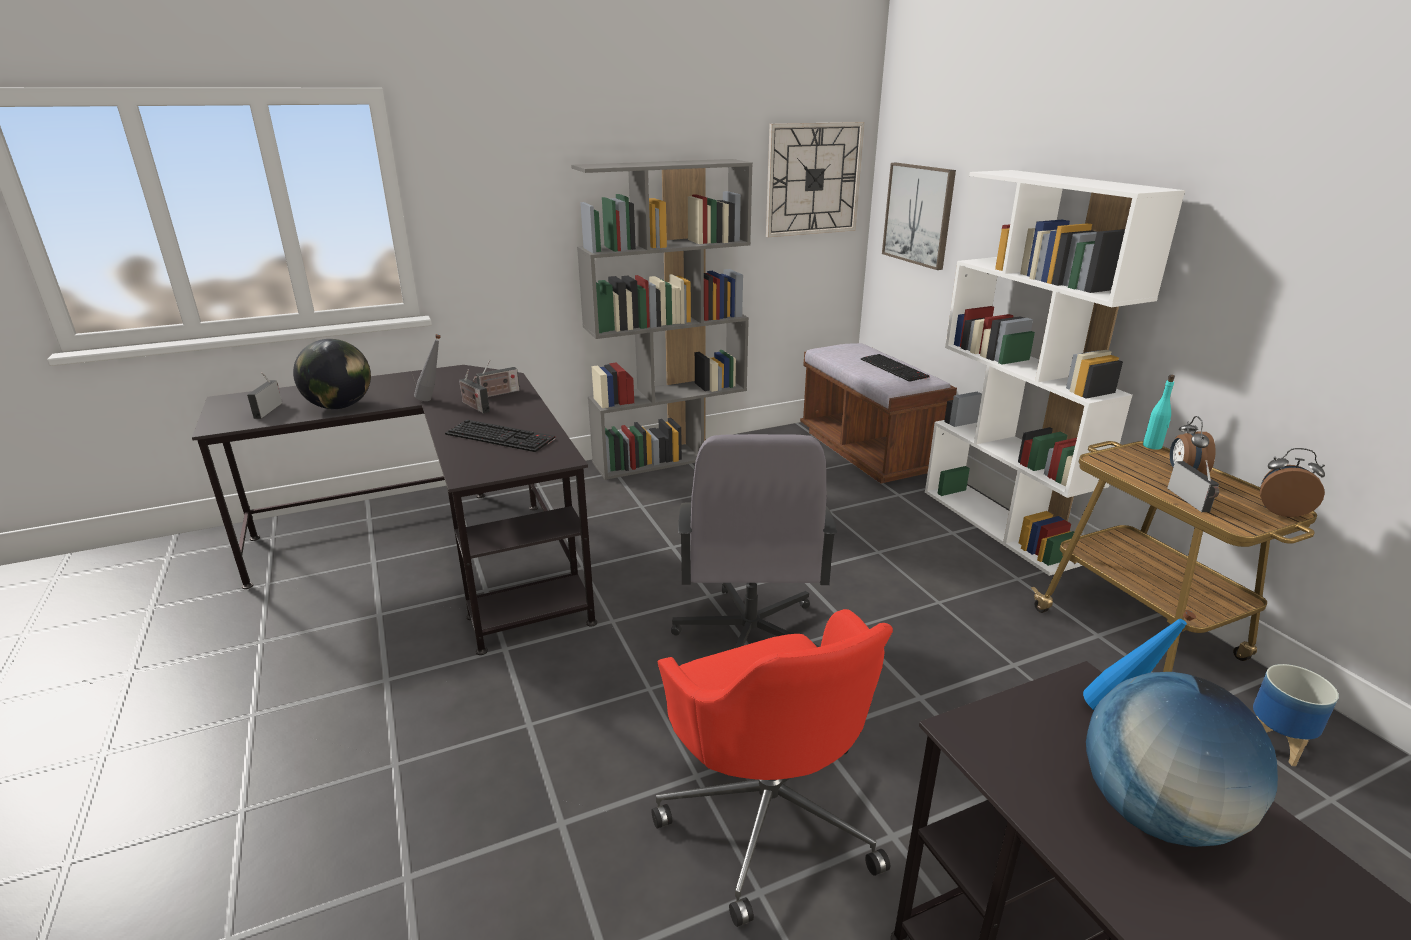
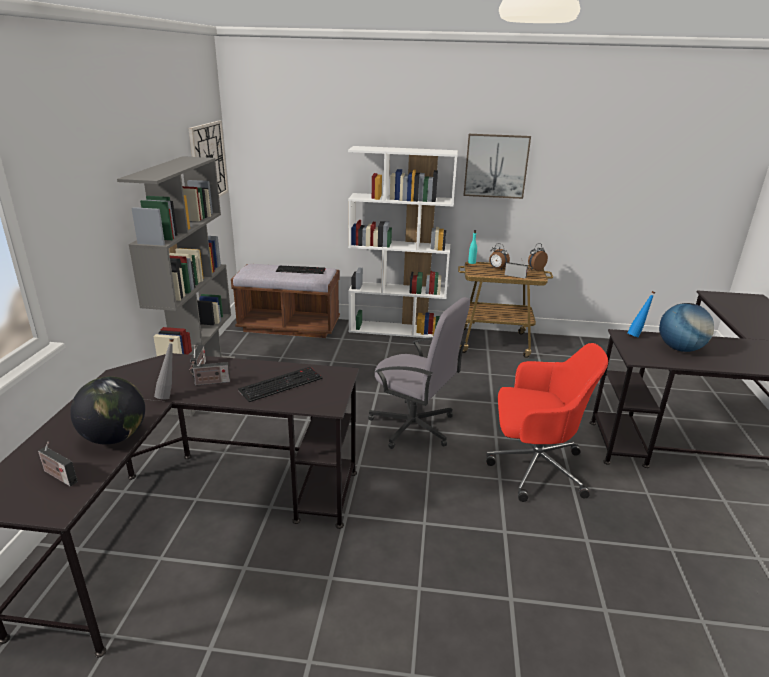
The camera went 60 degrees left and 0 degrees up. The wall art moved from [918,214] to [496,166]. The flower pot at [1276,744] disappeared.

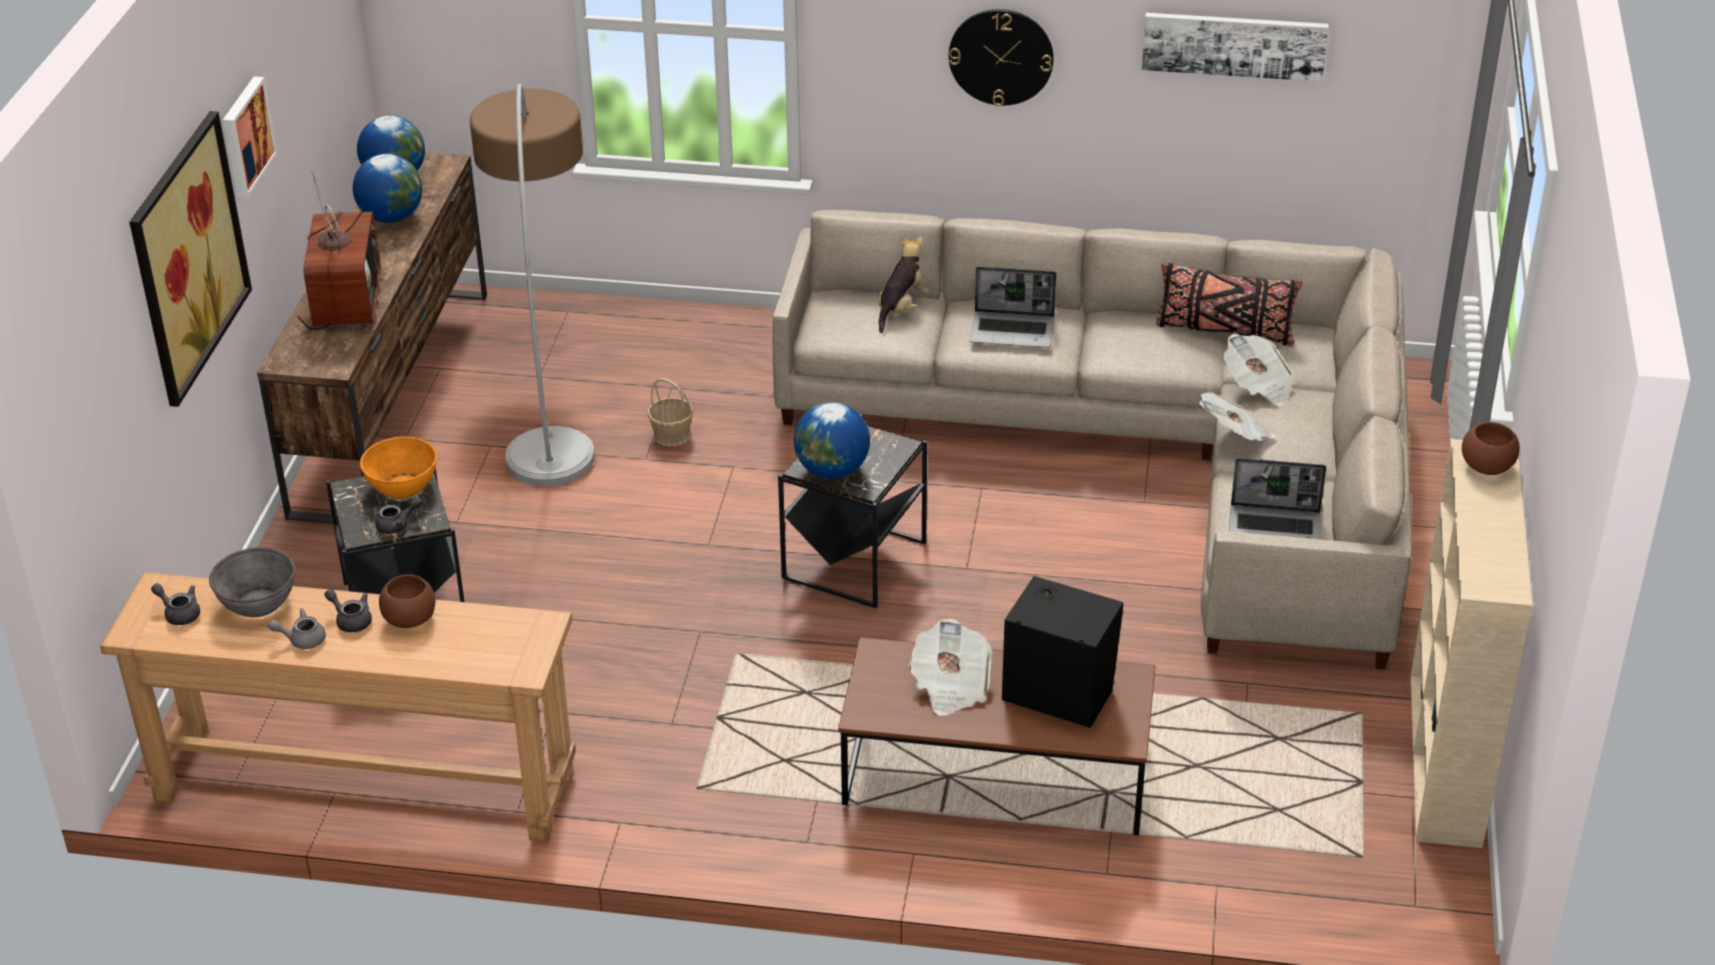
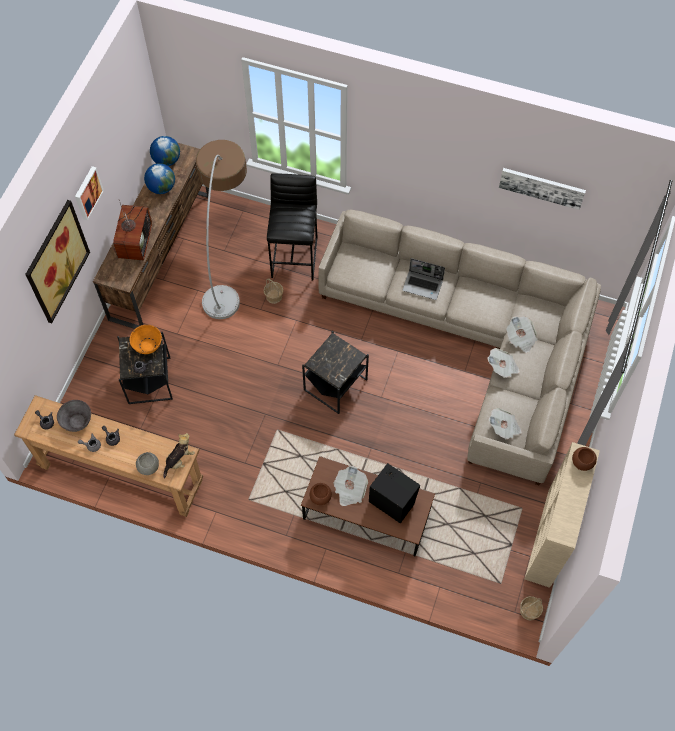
The camera went 10 degrees right and 25 degrees up. The serving bowl (brown-coloured) moved from [409,619] to [320,497]. The desk globe at [832,470] disappeared. The soft toy moved from [901,309] to [179,460]. The wall clock at [1001,56] disappeared. The pillow (black) at [1224,330] disappeared. The notebook computer at [1275,529] was replaced by the newspaper at [504,428]. The serving bowl (gray) at [148,467] appeared. The sitting stool (black) at [295,257] appeared. The household basket at [529,611] appeared.

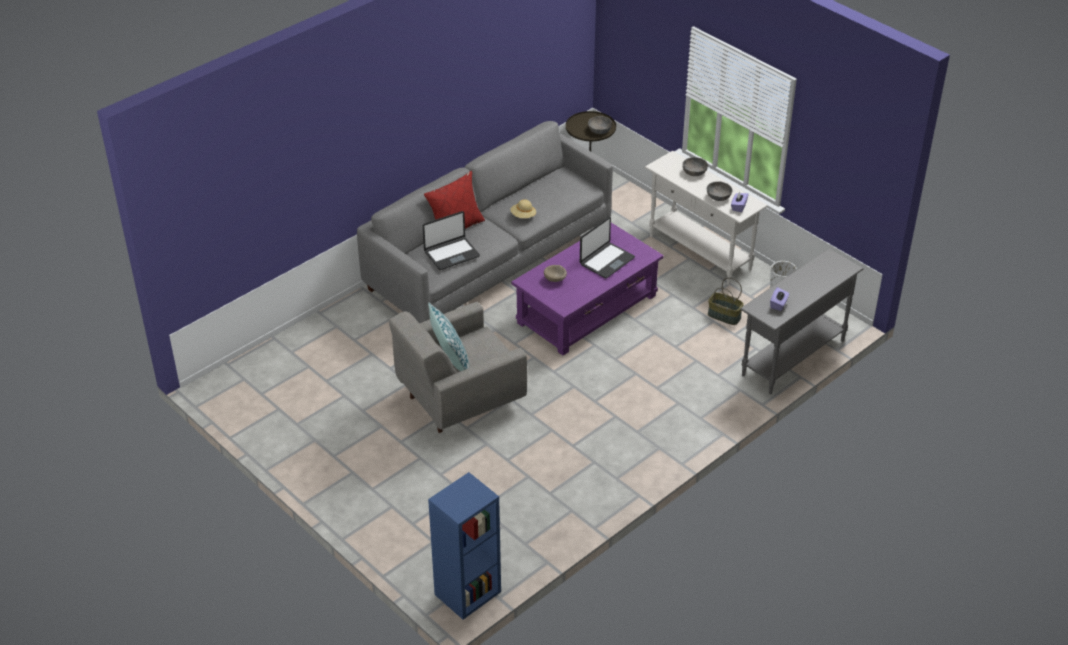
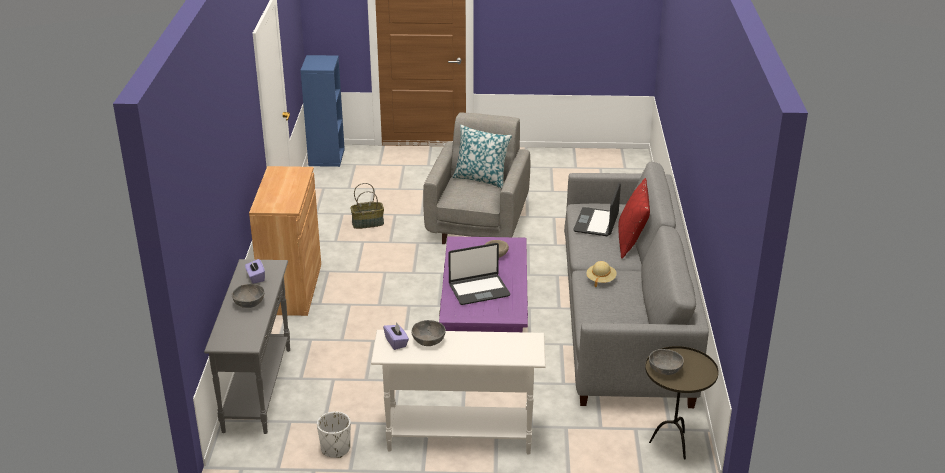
The camera went 135 degrees right and 10 degrees down. The notebook computer at [606,261] turned 105 degrees counterclockwise. The serving bowl (gray) moved from [694,172] to [249,303]. The household basket moved from [723,316] to [368,223]. The storage cabinet (brown-coloured) at [292,289] appeared.

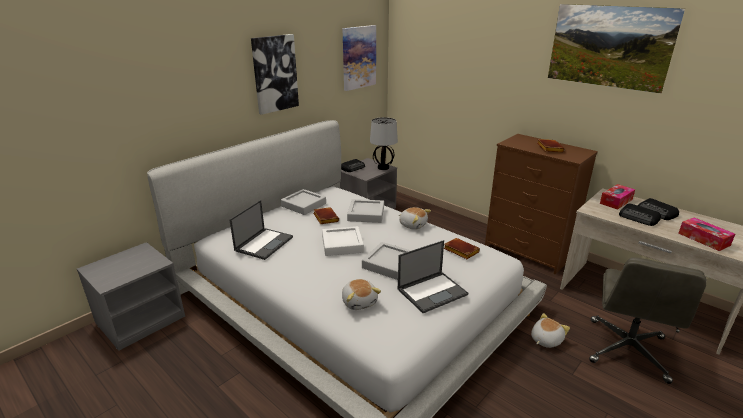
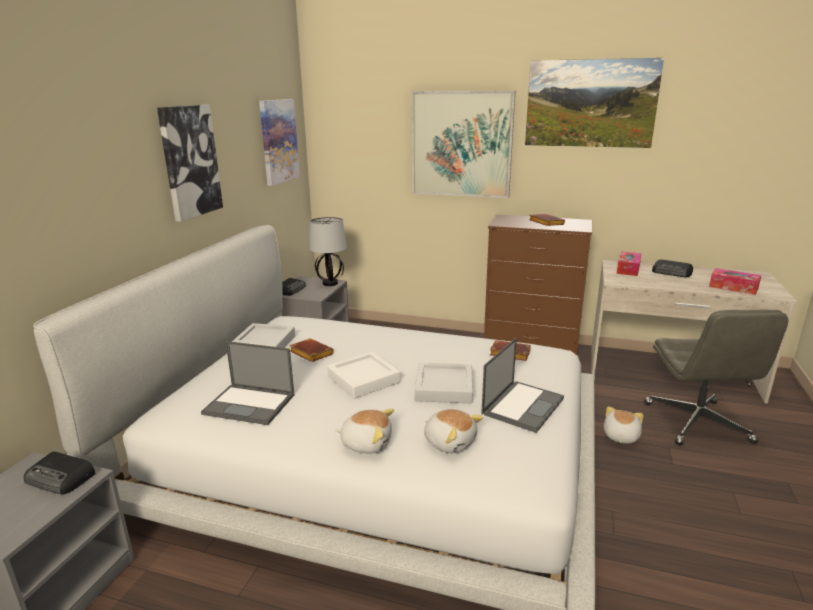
The camera went 25 degrees left and 5 degrees down. The notebook computer at [264,243] turned 105 degrees clockwise. The tray (gray) at [366,214] disappeared. The soft toy moved from [413,225] to [366,443]. The radio set moved from [639,218] to [61,478]. The wall art at [461,144] appeared.

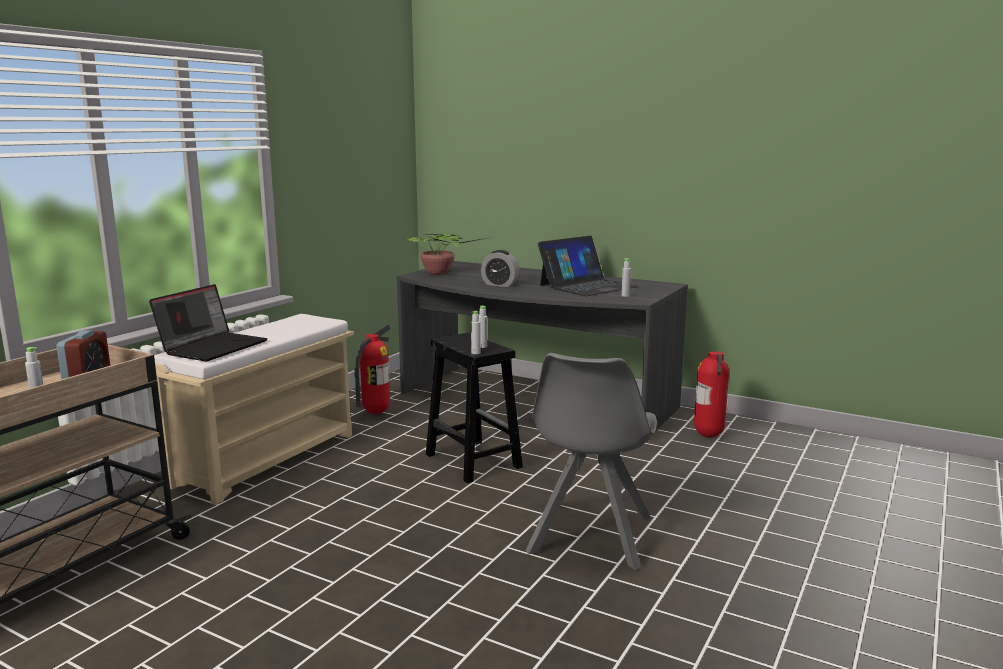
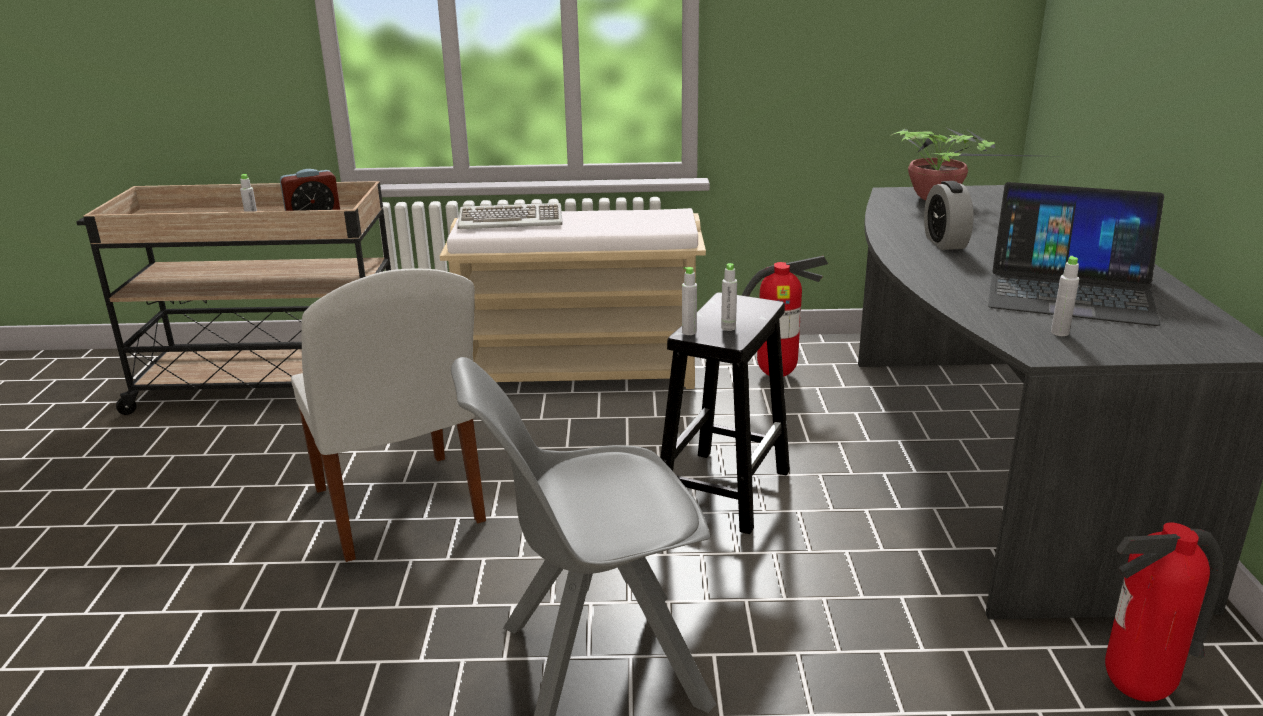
The camera went 60 degrees right and 10 degrees up. The notebook computer at [213,347] was replaced by the PC keyboard at [511,221]. The chair (white) at [399,508] appeared.

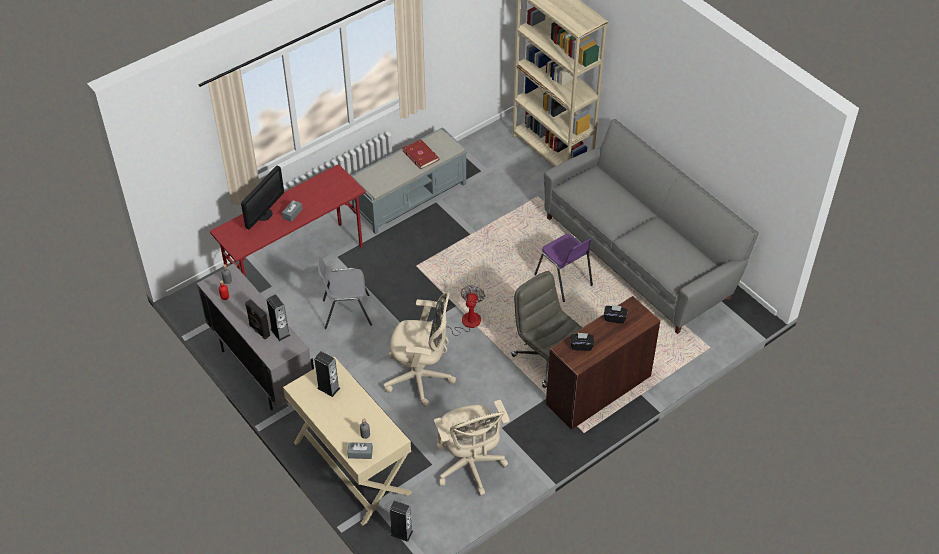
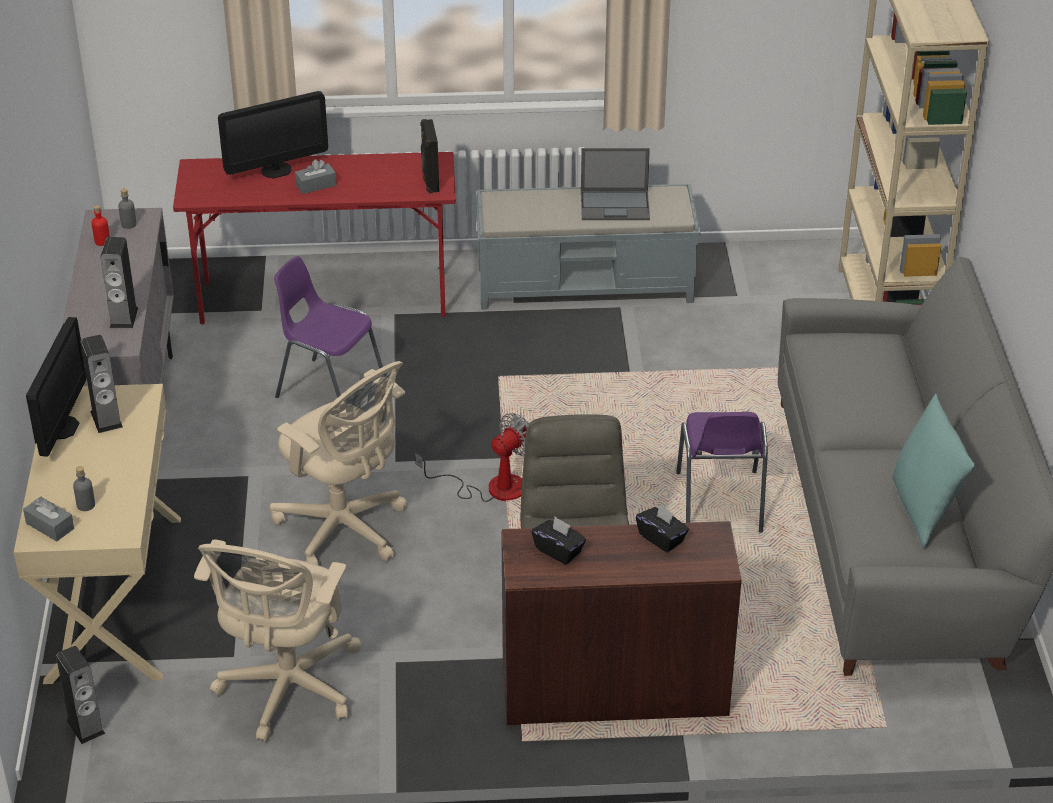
The camera went 35 degrees right and 10 degrees down. The loudspeaker (black) moved from [259,331] to [429,181]. The chair (gray) at [346,312] became the chair (purple-coloured) at [330,390]. The book (red-coloured) at [421,155] was replaced by the notebook computer at [616,205]. The monitor at [62,427] appeared. The pillow (turquoise-coloured) at [923,510] appeared.

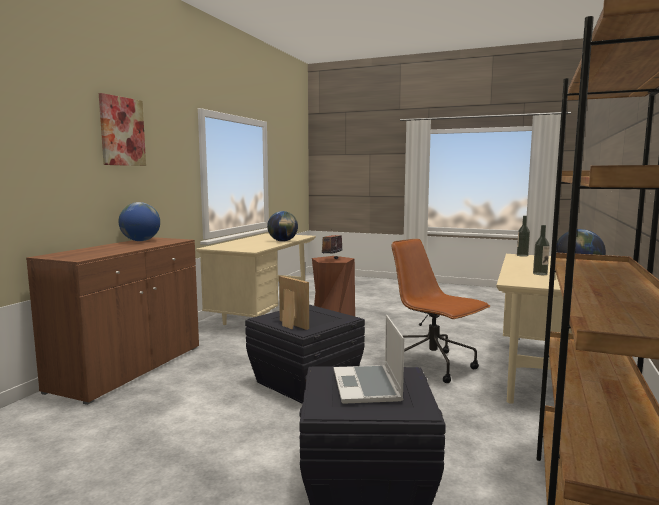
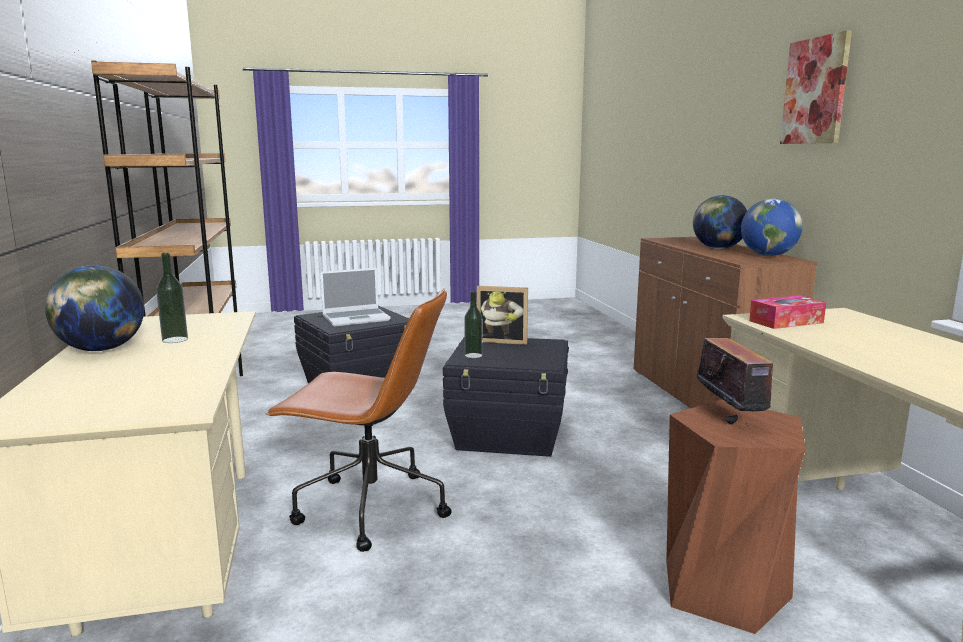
The camera went 145 degrees right and 5 degrees up. The desk globe moved from [283,241] to [717,248]. The notebook computer at [368,386] turned 105 degrees clockwise. The beverage bottle moved from [522,255] to [473,355]. The tissue box at [786,322] appeared.

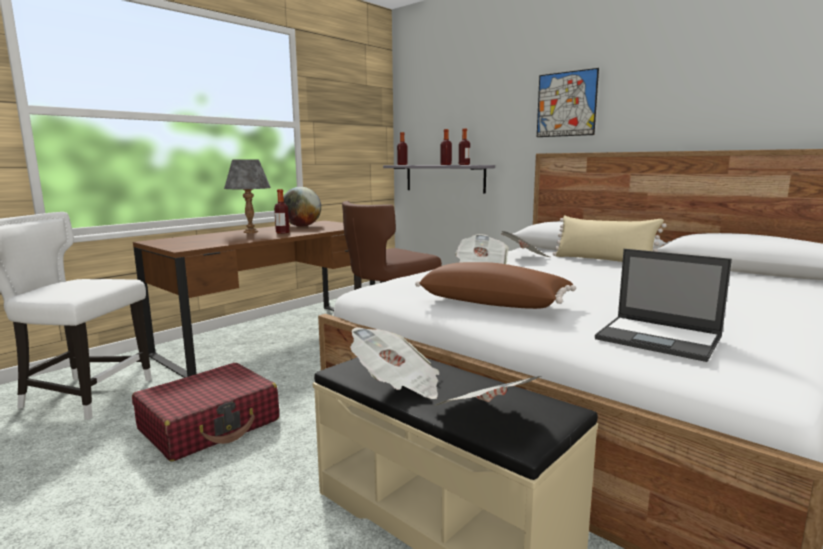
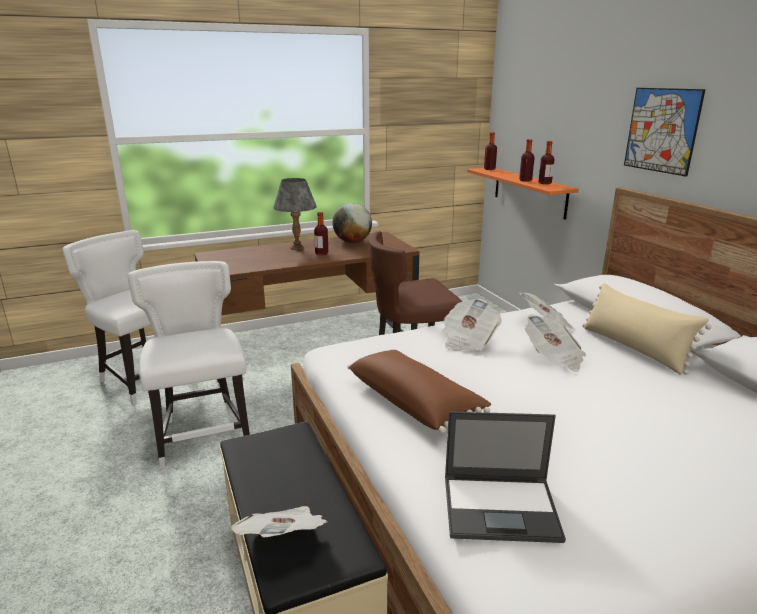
The camera went 25 degrees right and 10 degrees up. The piece of luggage (red-coloured) at [210,425] was replaced by the chair (white) at [204,435]. The newspaper moved from [397,385] to [553,358]. The shelf (gray) at [444,178] became the shelf (orange-coloured) at [529,192]. The notebook computer at [660,338] turned 60 degrees counterclockwise.

